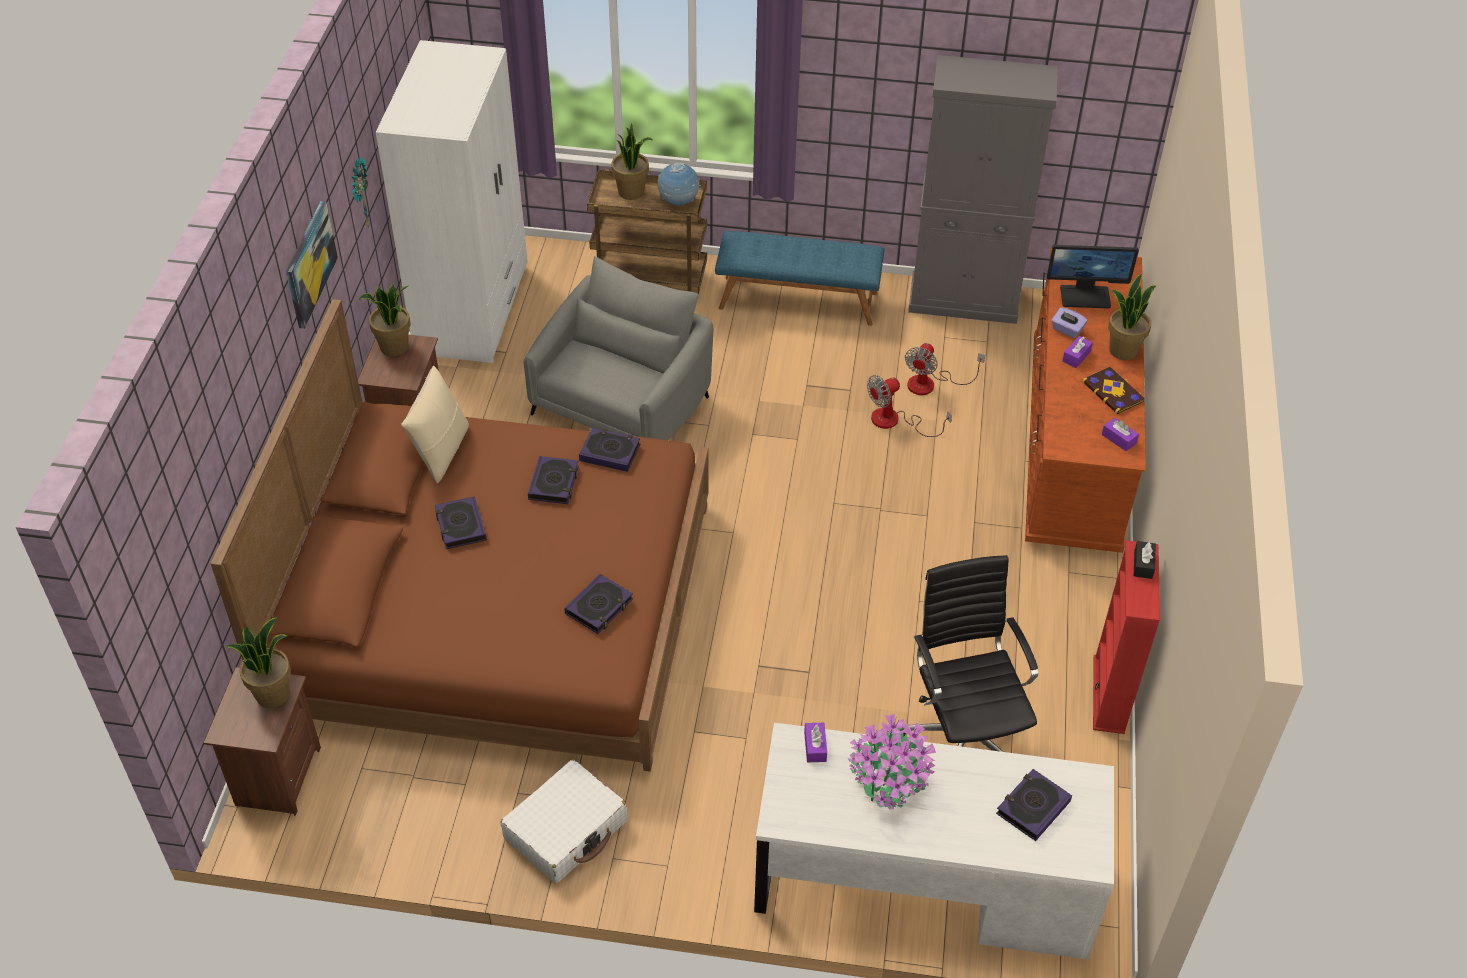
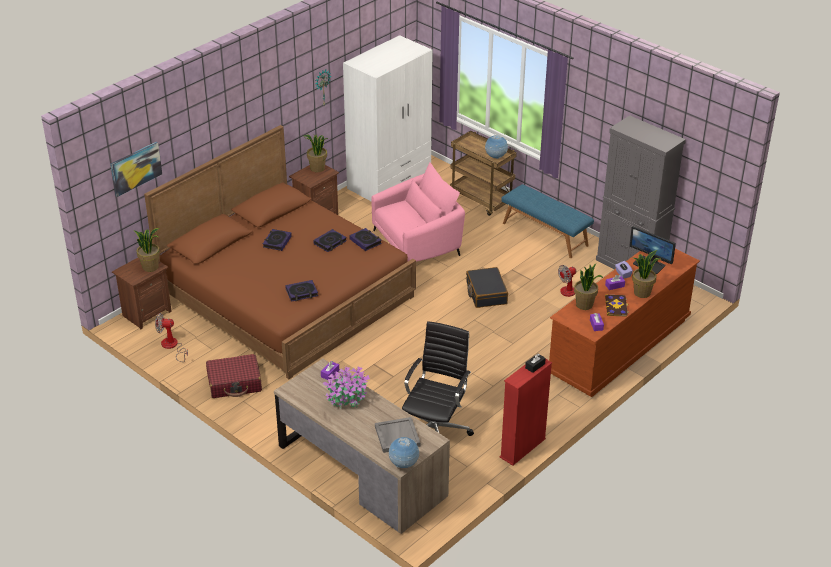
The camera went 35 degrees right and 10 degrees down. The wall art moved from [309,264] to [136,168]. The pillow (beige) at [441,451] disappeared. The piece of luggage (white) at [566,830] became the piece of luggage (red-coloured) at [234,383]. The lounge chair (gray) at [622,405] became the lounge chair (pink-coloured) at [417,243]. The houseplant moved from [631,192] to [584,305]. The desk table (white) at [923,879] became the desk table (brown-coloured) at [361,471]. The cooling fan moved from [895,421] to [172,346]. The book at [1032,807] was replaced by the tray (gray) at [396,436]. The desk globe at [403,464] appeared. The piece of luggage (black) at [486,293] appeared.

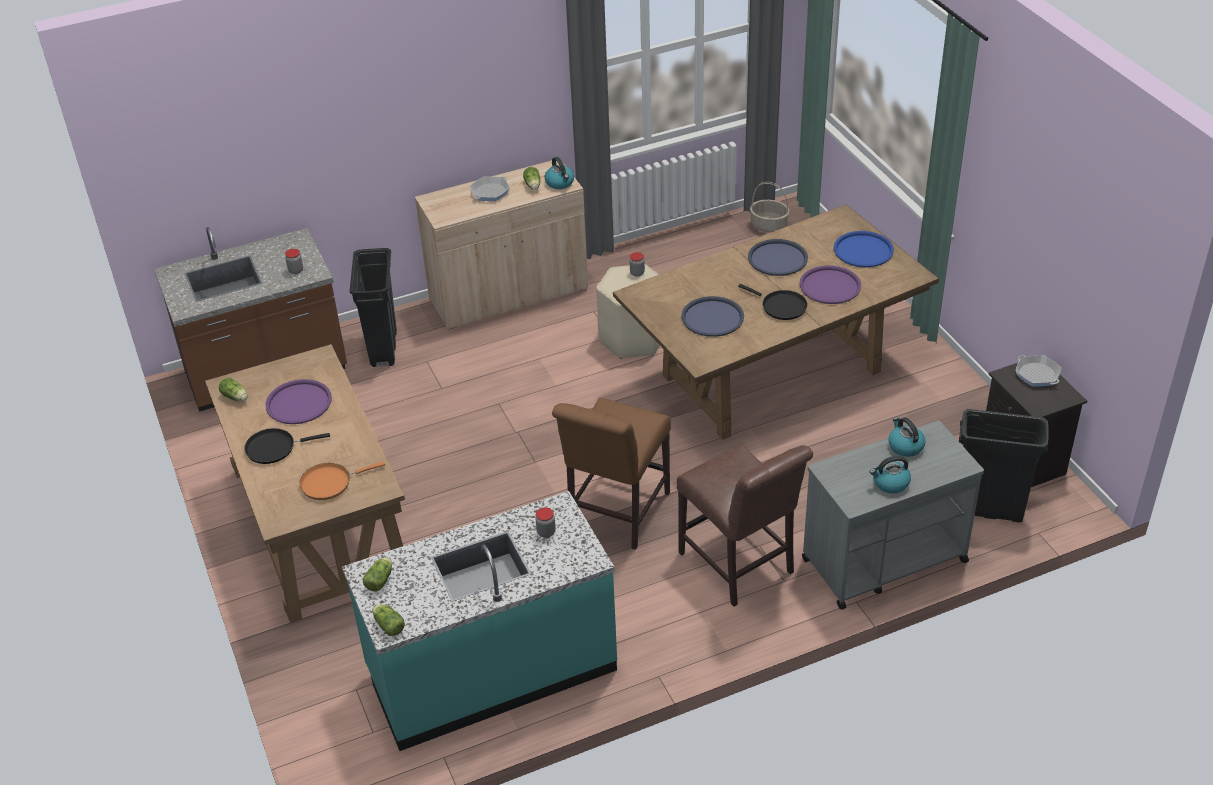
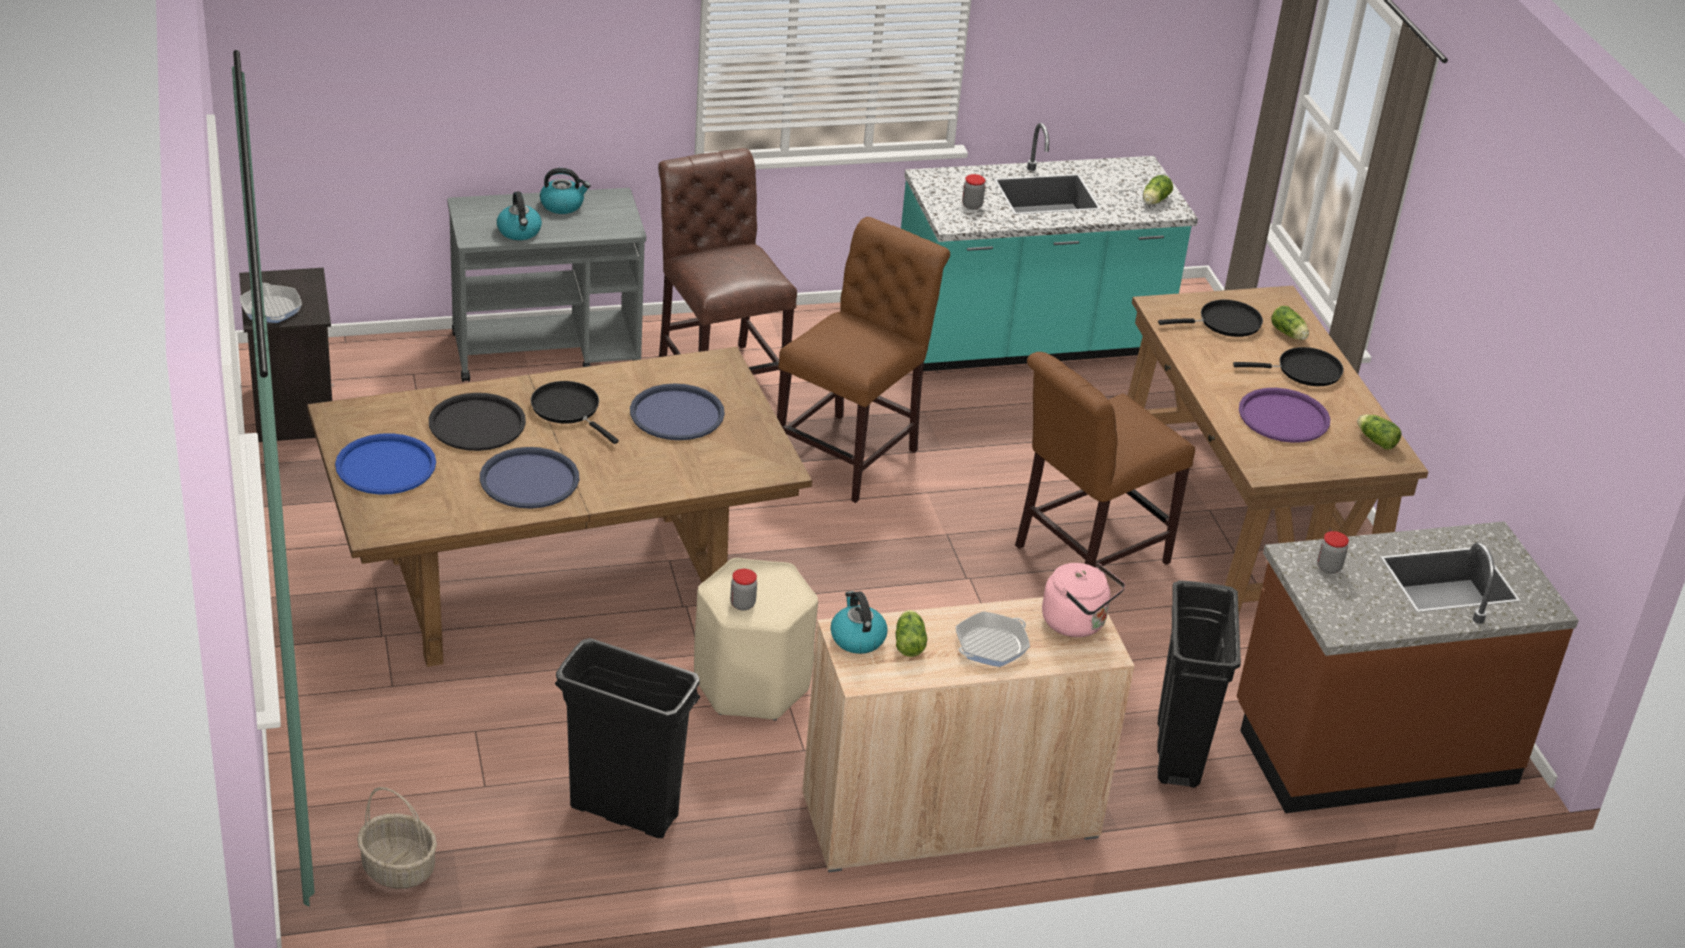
The camera went 175 degrees left and 5 degrees down. The pan (orange-coloured) at [330,483] became the pan (black) at [1225,323]. The lettuce moved from [388,625] to [1289,334]. The tray (purple-coloured) at [830,286] became the tray (black) at [477,423]. The waste bin (black) moved from [990,510] to [623,811]. The chair (brown-coloured) at [1084,556] appeared. The water kettle (pink-coloured) at [1077,623] appeared.

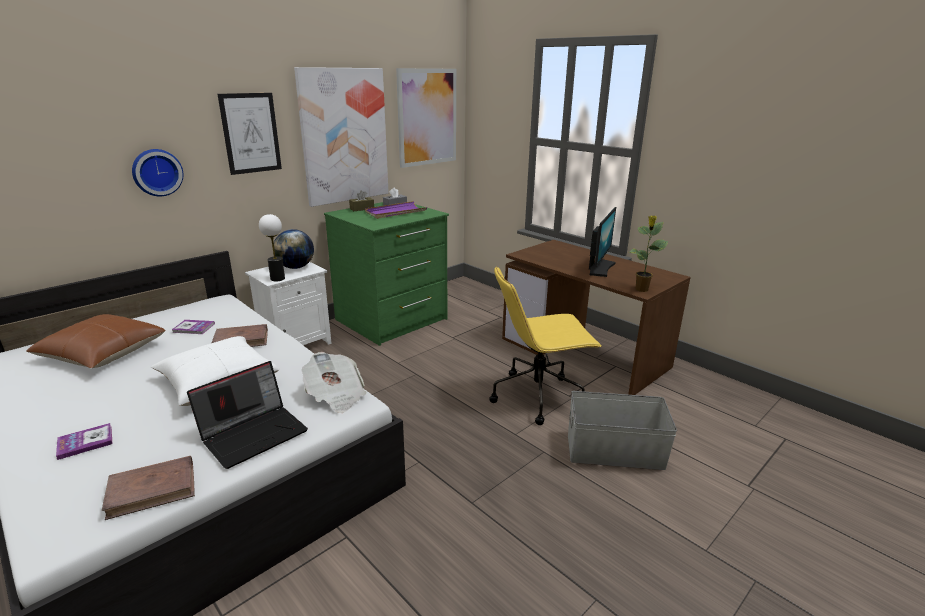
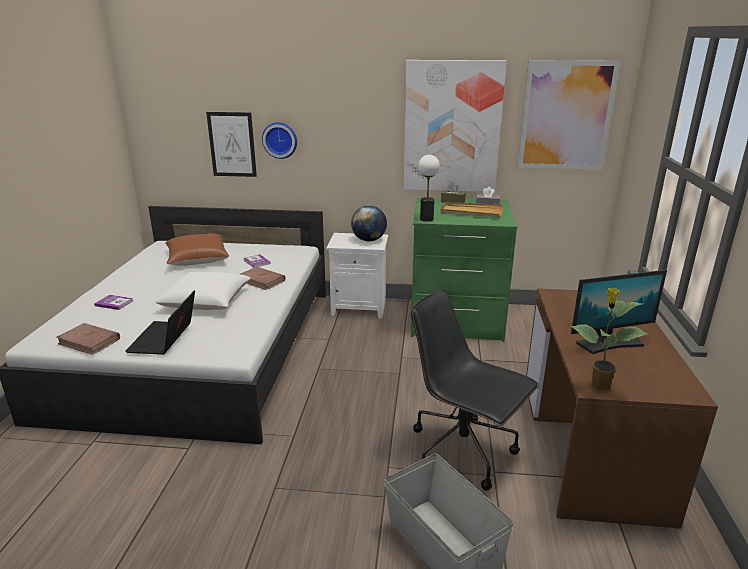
The camera went 50 degrees right and 0 degrees up. The notebook computer at [254,433] turned 90 degrees clockwise. The wall art moved from [251,133] to [232,144]. The lamp for a table moved from [277,279] to [426,219]. The newspaper at [335,396] disappeared. The tray (purple-coloured) at [395,212] became the tray (beige) at [471,212]. The desk chair (yellowish) at [538,396] became the desk chair (black) at [464,452].

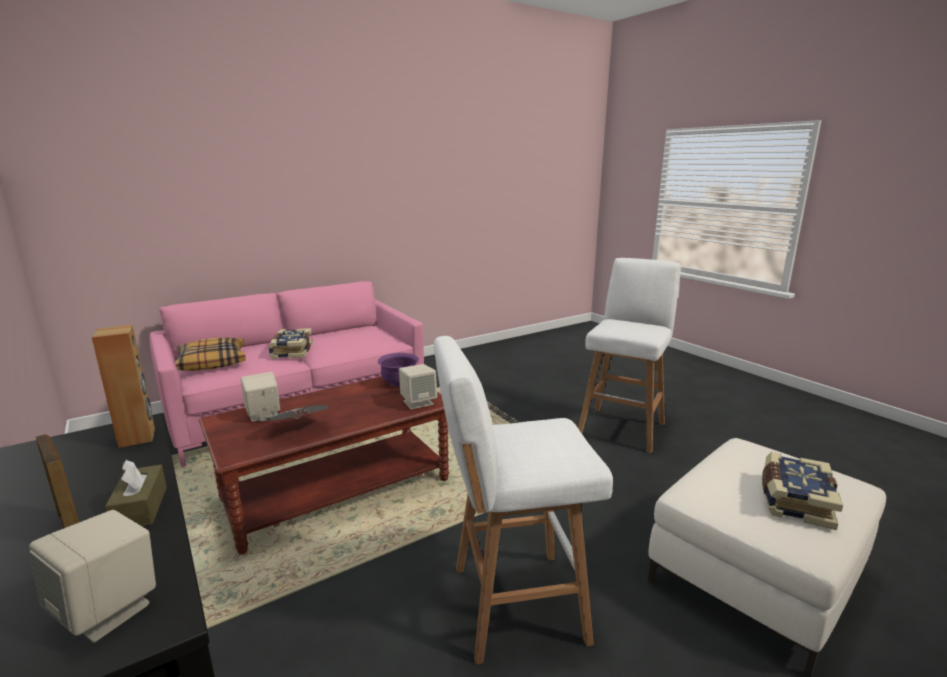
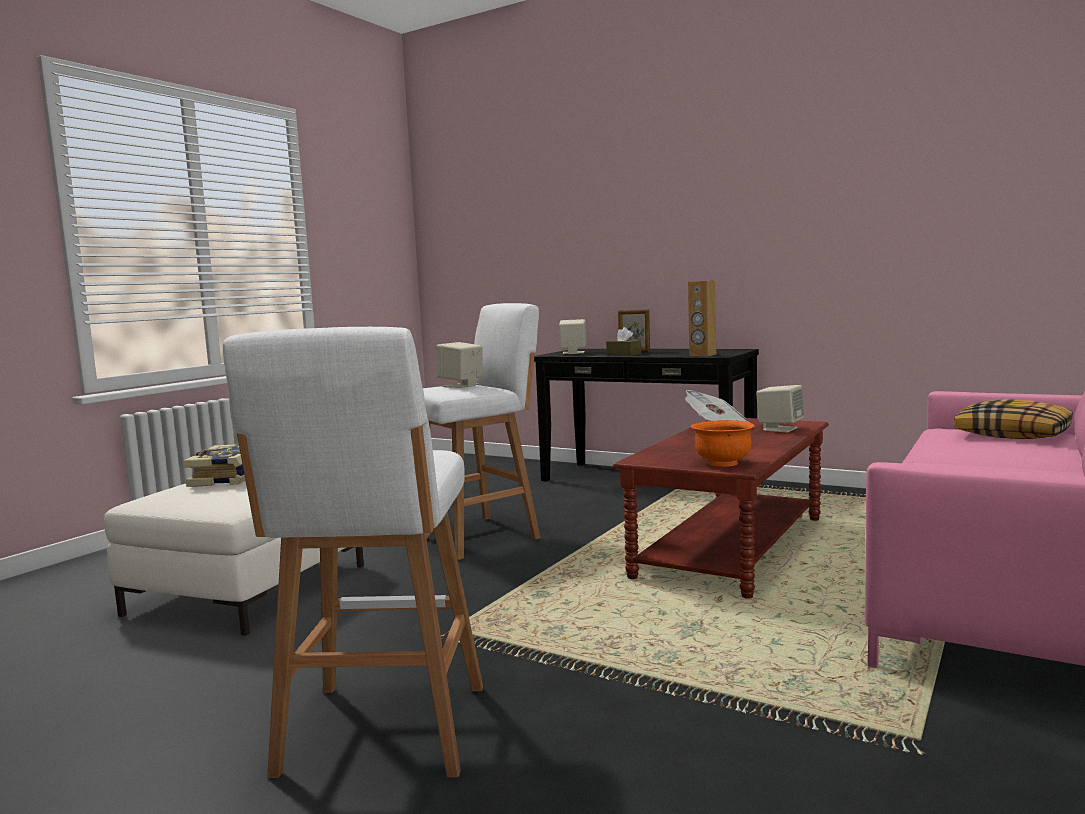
The camera went 155 degrees right and 10 degrees down. The book at [291,351] disappeared. The serving bowl (purple-coloured) at [399,383] became the serving bowl (orange-coloured) at [722,463]. The loudspeaker (beige) moved from [418,402] to [461,385].

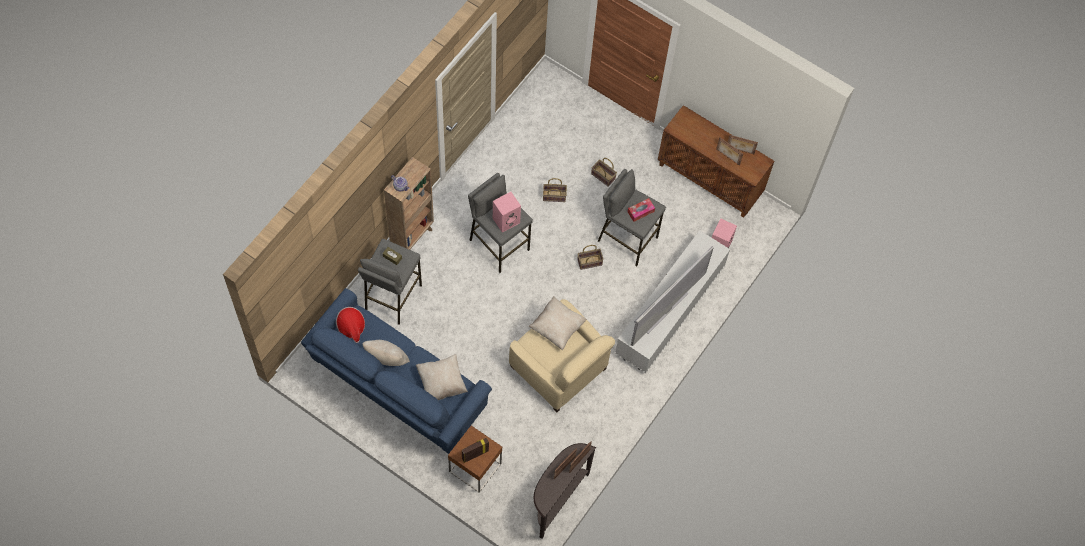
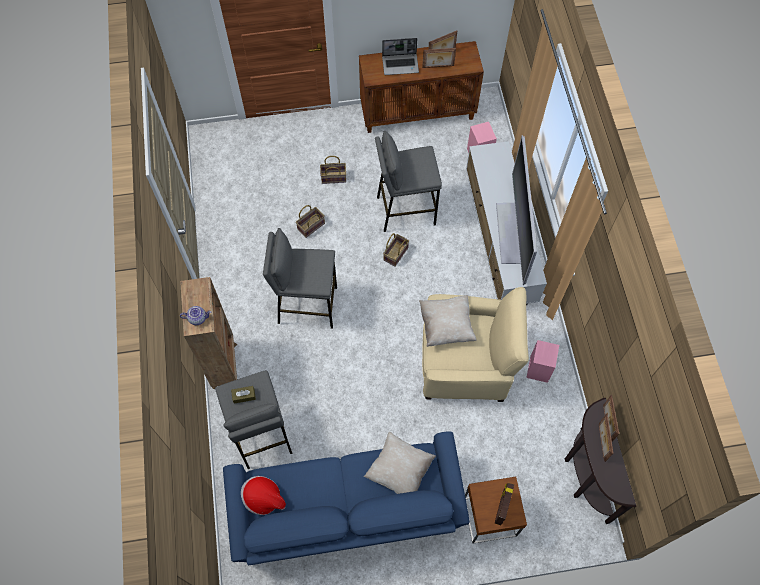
The camera went 40 degrees left and 0 degrees up. The pillow (beige) at [387,360] disappeared. The loudspeaker (pink-coloured) moved from [506,220] to [538,368]. The tissue box at [640,211] disappeared. The notebook computer at [400,64] appeared.

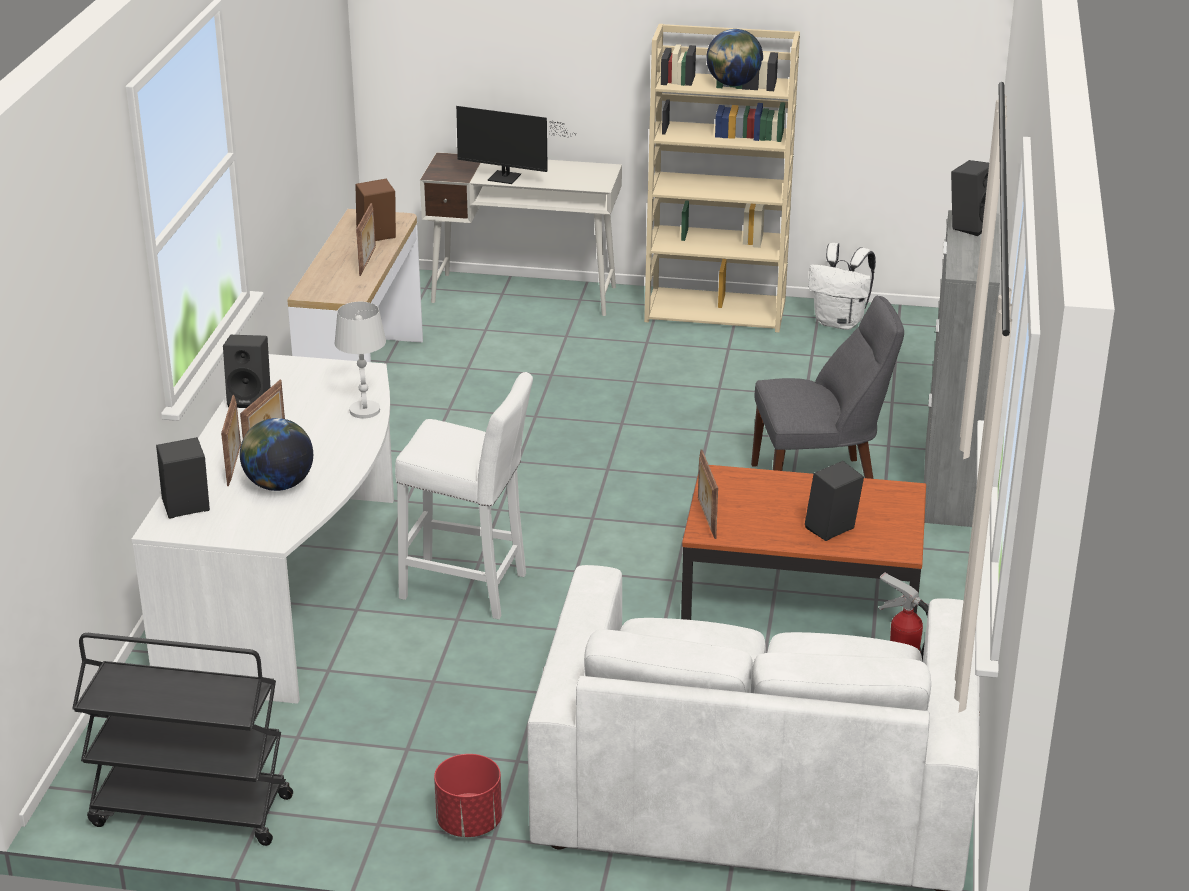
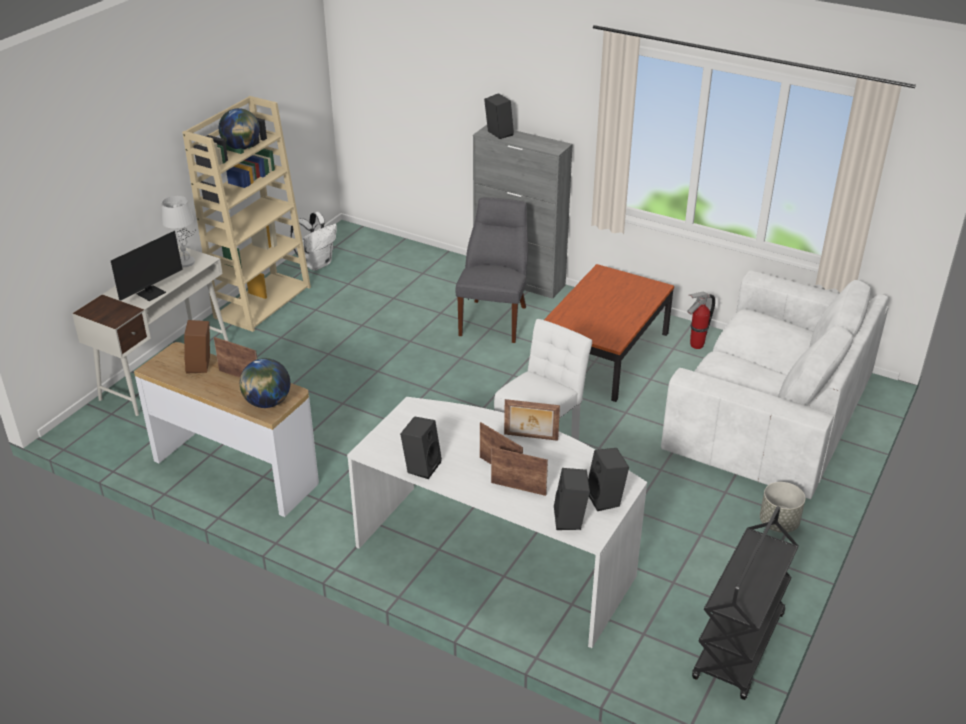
The camera went 70 degrees left and 5 degrees up. The desk globe moved from [278,485] to [267,403]. The lamp for a table (white) moved from [365,411] to [185,262]. The flower pot (red-coloured) at [468,823] became the flower pot (gray) at [779,523]. The picture frame moved from [706,519] to [530,437]. The loudspeaker (black) moved from [831,531] to [606,499].

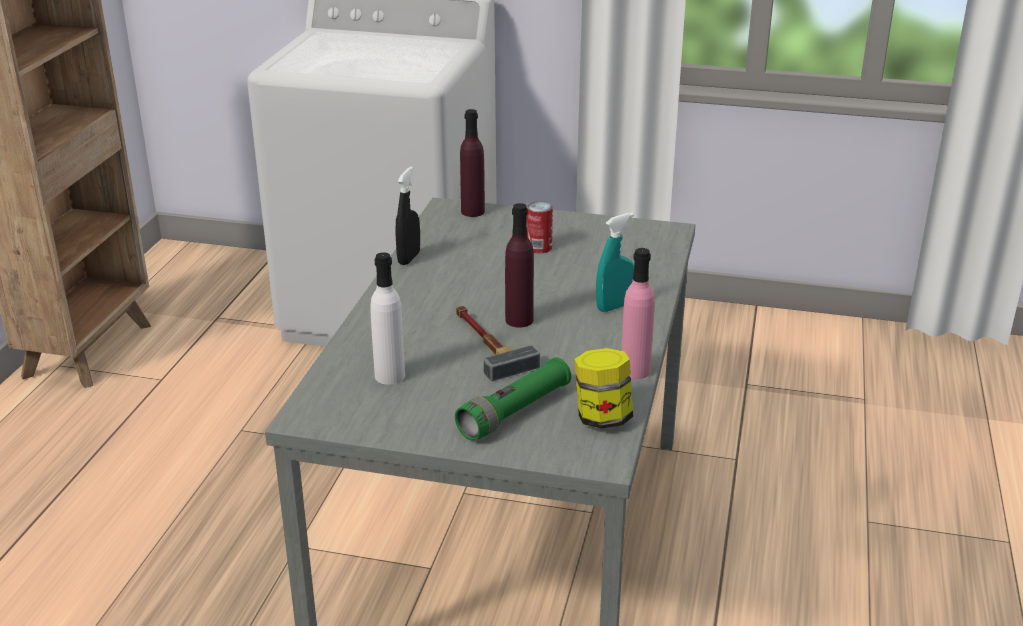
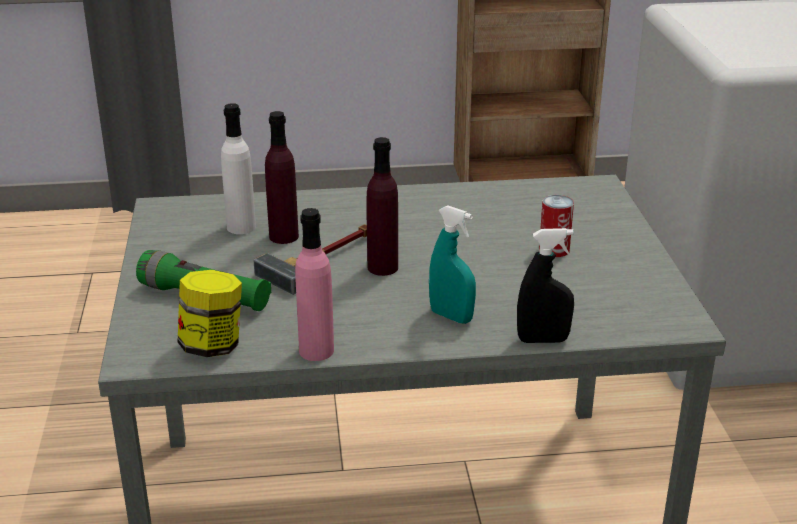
The camera went 70 degrees right and 0 degrees up. The spray bottle (black) moved from [409,258] to [542,340]. The beverage bottle (purple-coloured) moved from [473,211] to [283,236].

